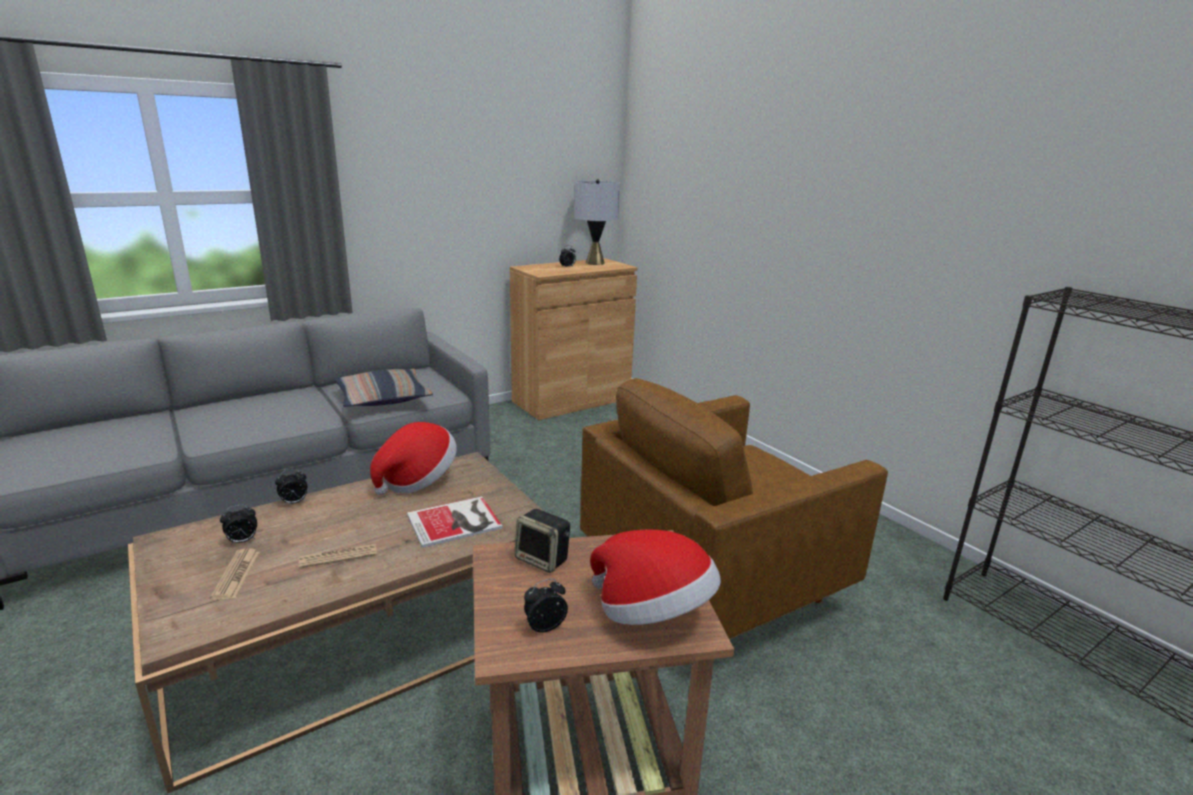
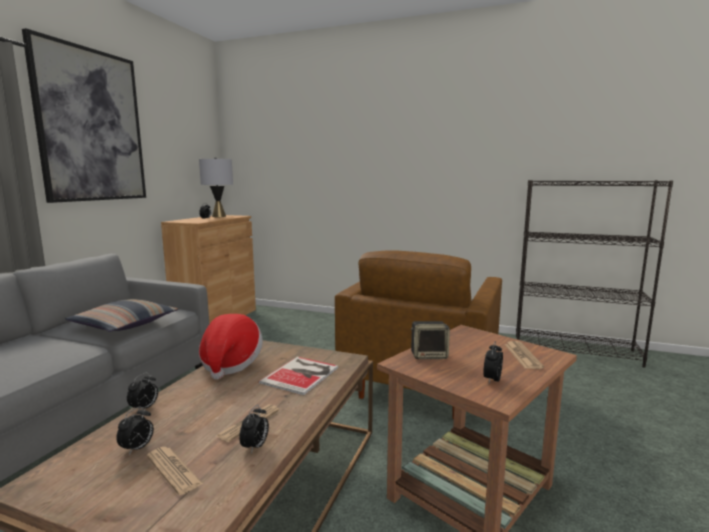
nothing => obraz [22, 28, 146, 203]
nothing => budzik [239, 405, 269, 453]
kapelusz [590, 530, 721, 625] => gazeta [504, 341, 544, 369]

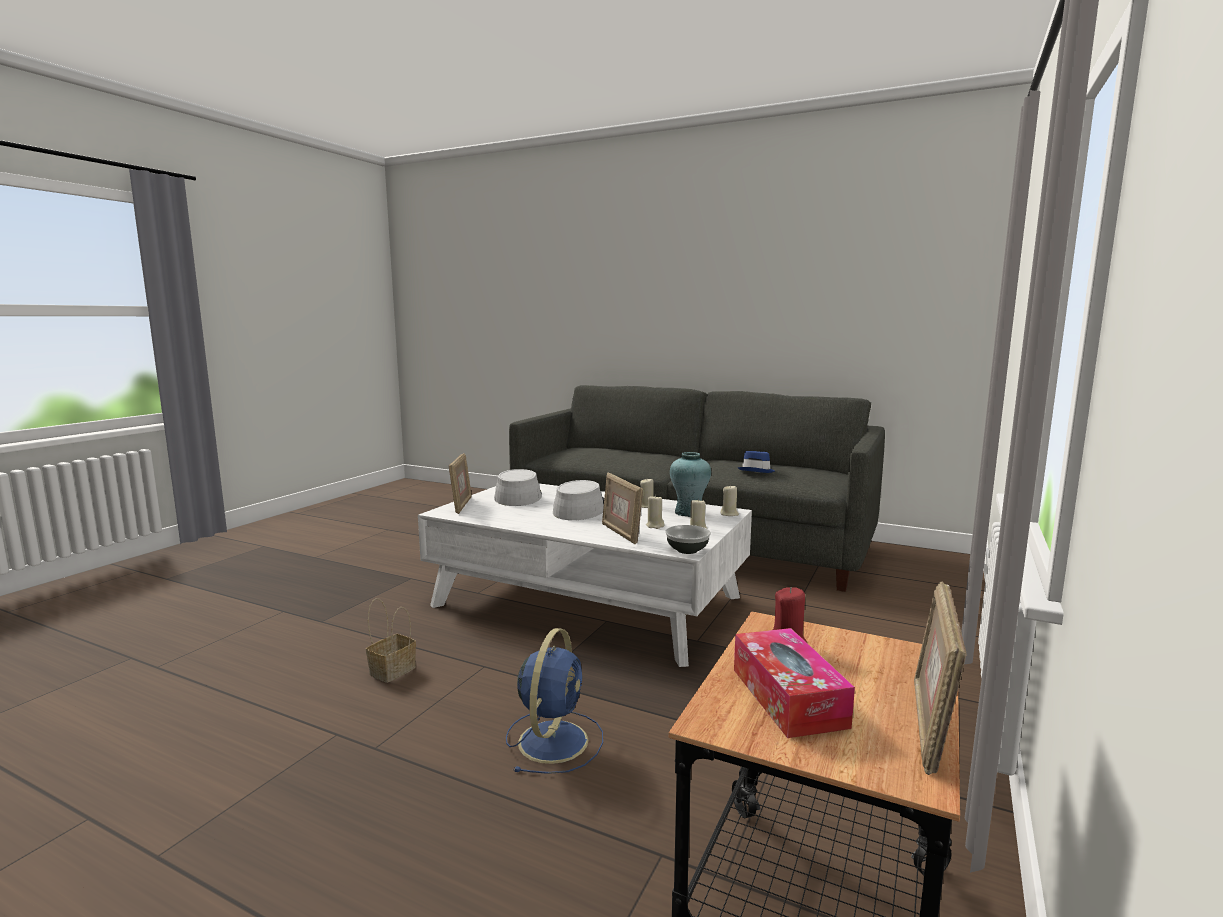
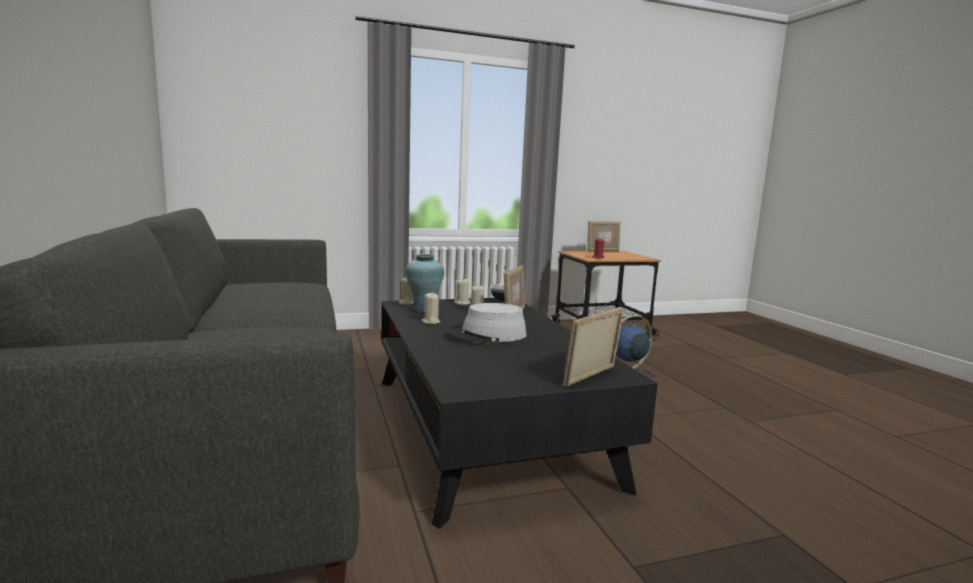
ława [biały] [418, 483, 752, 667] => ława [czarny] [381, 298, 658, 529]
koszyk [366, 598, 416, 683] => nothing
kapelusz [szary] [494, 469, 542, 506] => nothing
pudełko chusteczek [734, 628, 855, 738] => nothing
kapelusz [niebieski] [738, 451, 775, 473] => nothing

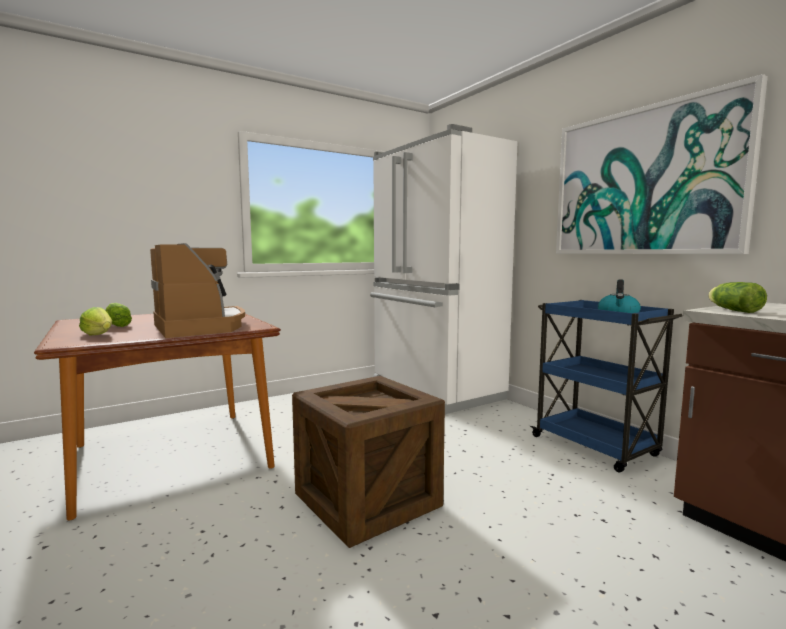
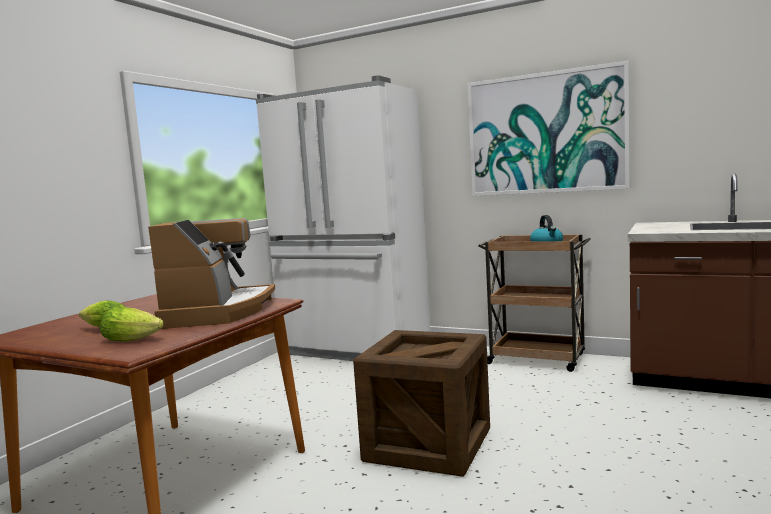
ekspres do kawy [150, 243, 245, 338] => ekspres do kawy [148, 218, 275, 329], 60 degrees clockwise
wózek [niebieski] [530, 300, 683, 473] => wózek [brązowy] [478, 234, 591, 372]
sałata [708, 282, 767, 313] => nothing

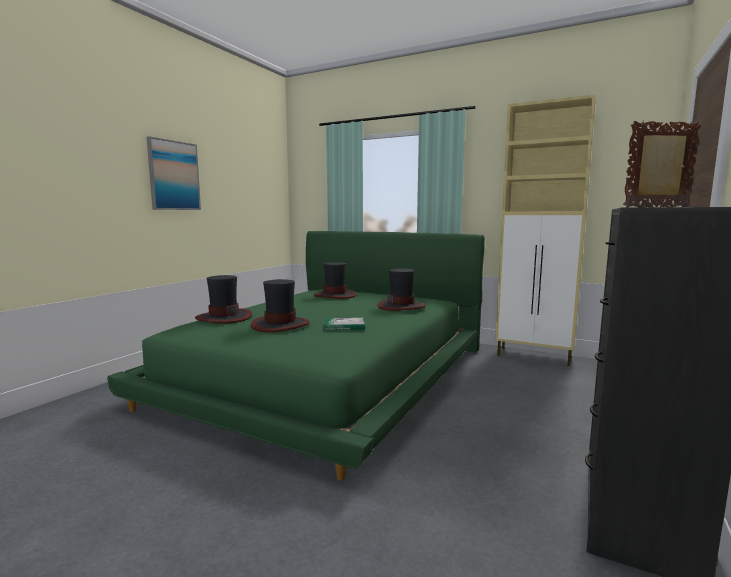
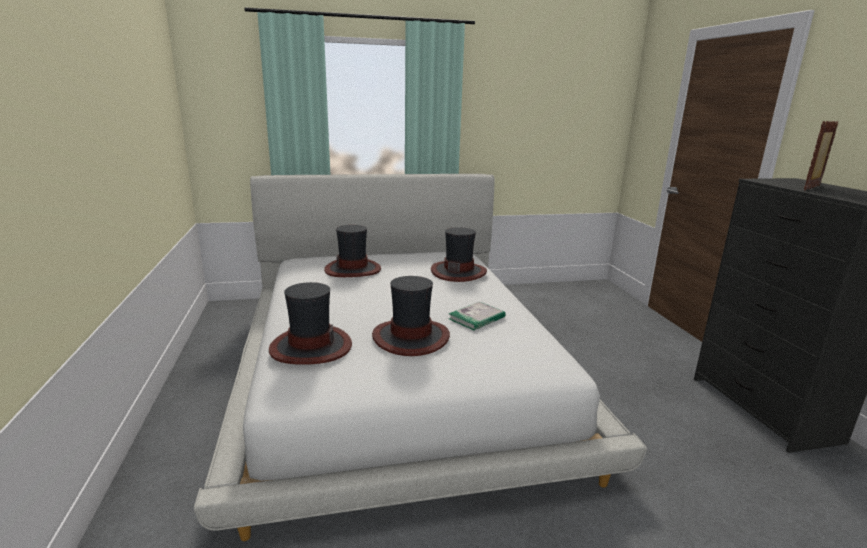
łóżko [zielony] [107, 231, 485, 481] => łóżko [biały] [194, 174, 647, 541]
obraz [147, 136, 201, 210] => nothing
szafka [beżowy] [495, 94, 596, 366] => nothing

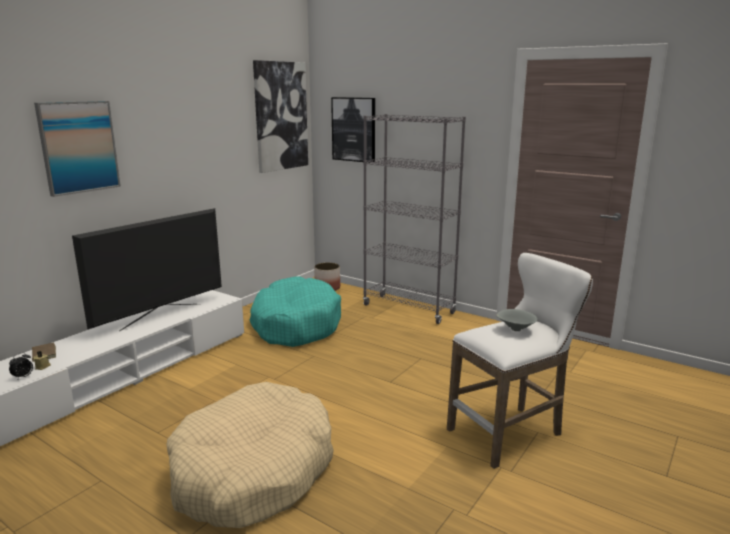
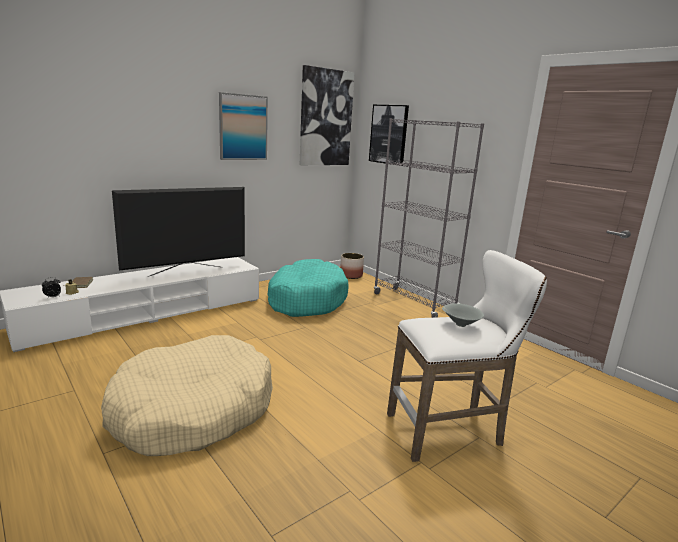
obraz [34, 101, 121, 197] => obraz [219, 92, 268, 160], shifted

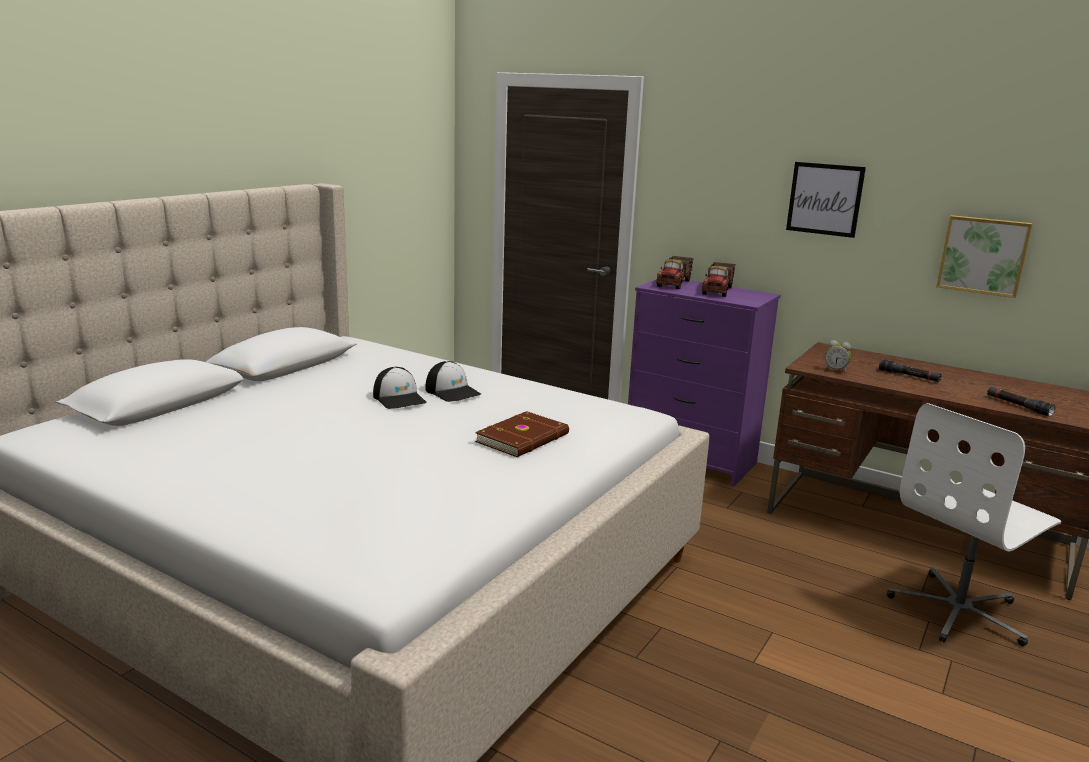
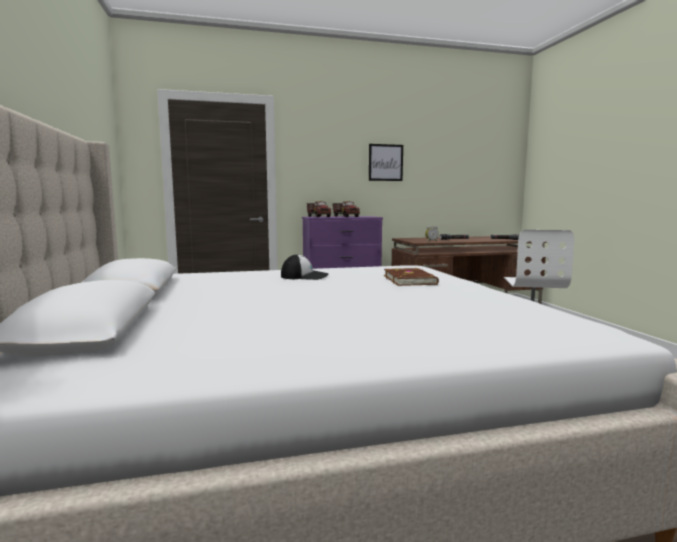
czapka z daszkiem [373, 367, 426, 409] => nothing
obraz [936, 215, 1033, 298] => nothing

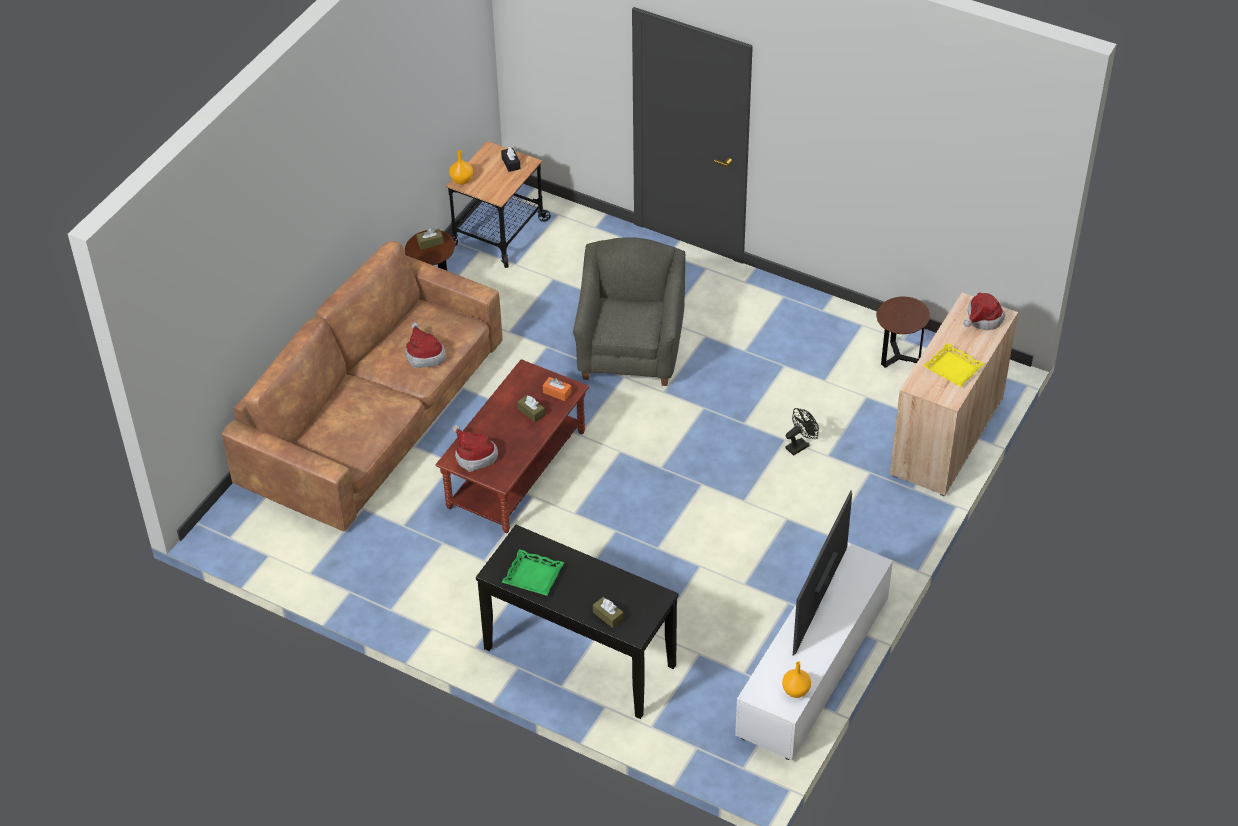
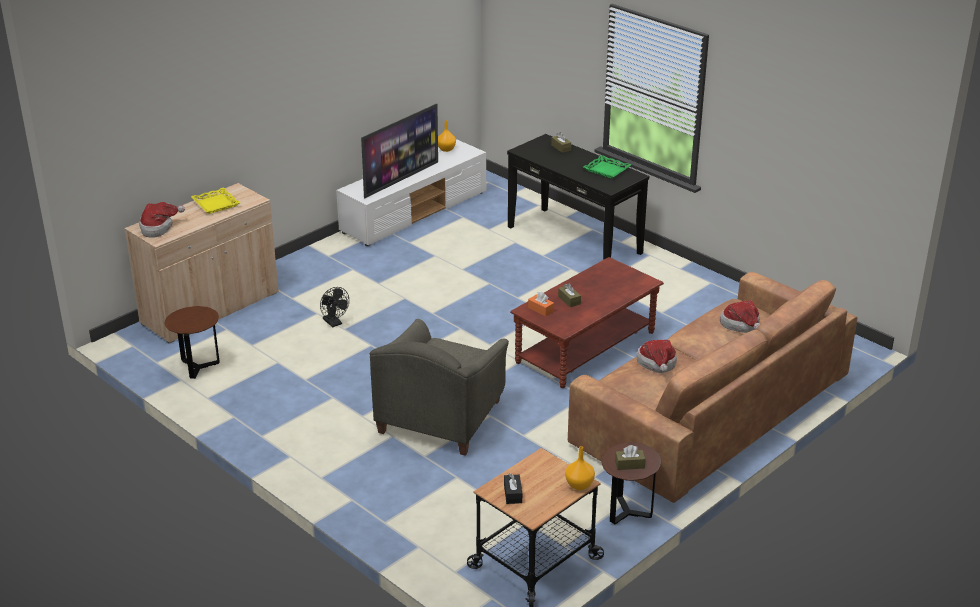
wentylator [czarny] [785, 408, 819, 456] => wentylator [czarny] [320, 287, 349, 327], 105 degrees counterclockwise
kapelusz [452, 425, 498, 472] => kapelusz [720, 300, 760, 333], shifted

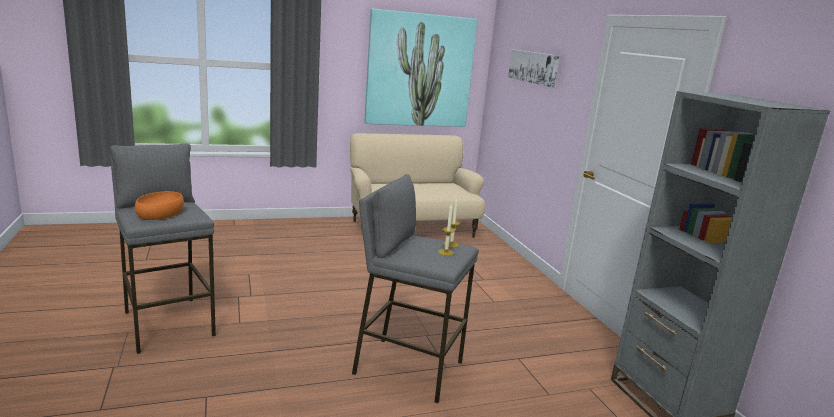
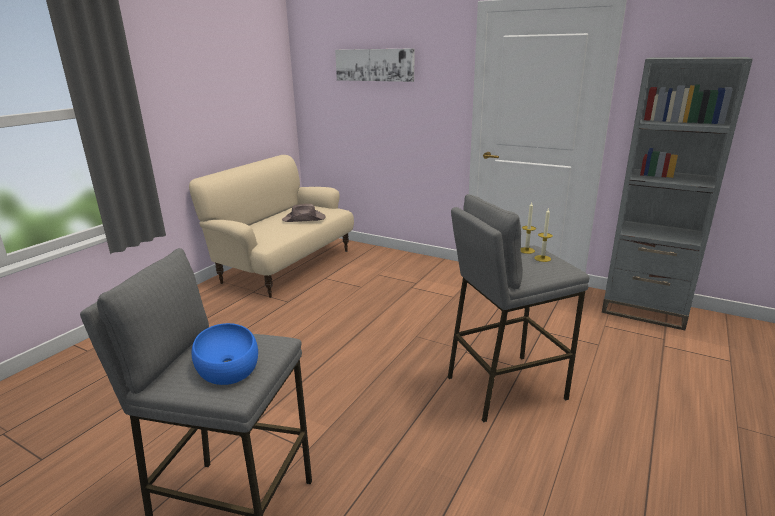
miska [pomarańczowy] [135, 191, 184, 220] => miska [niebieski] [192, 323, 258, 385]
nothing => kapelusz [brązowy] [282, 204, 326, 222]
obraz [364, 9, 478, 127] => nothing

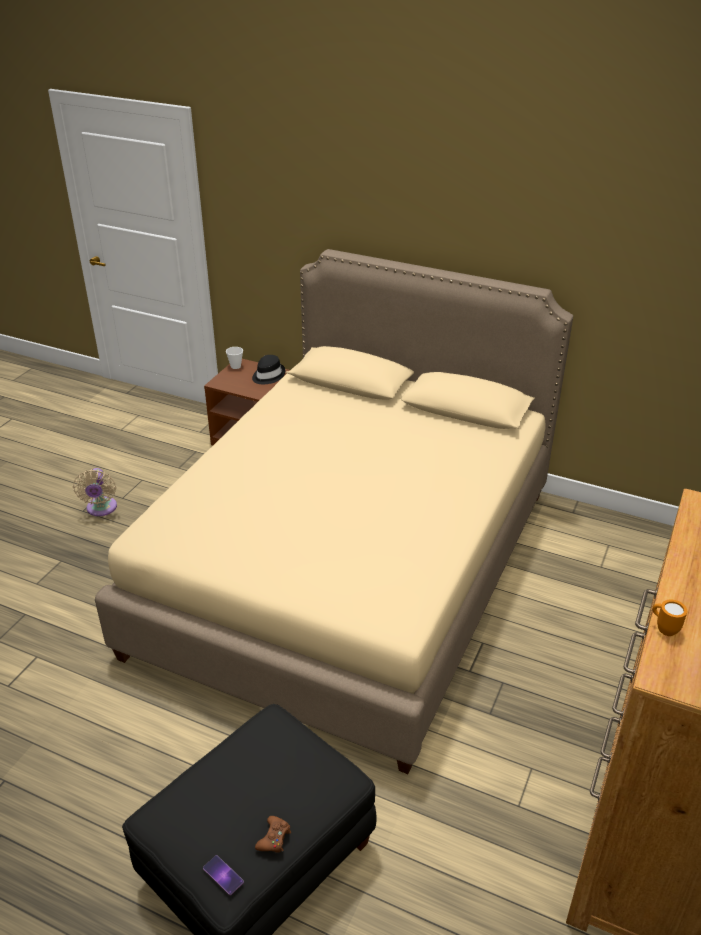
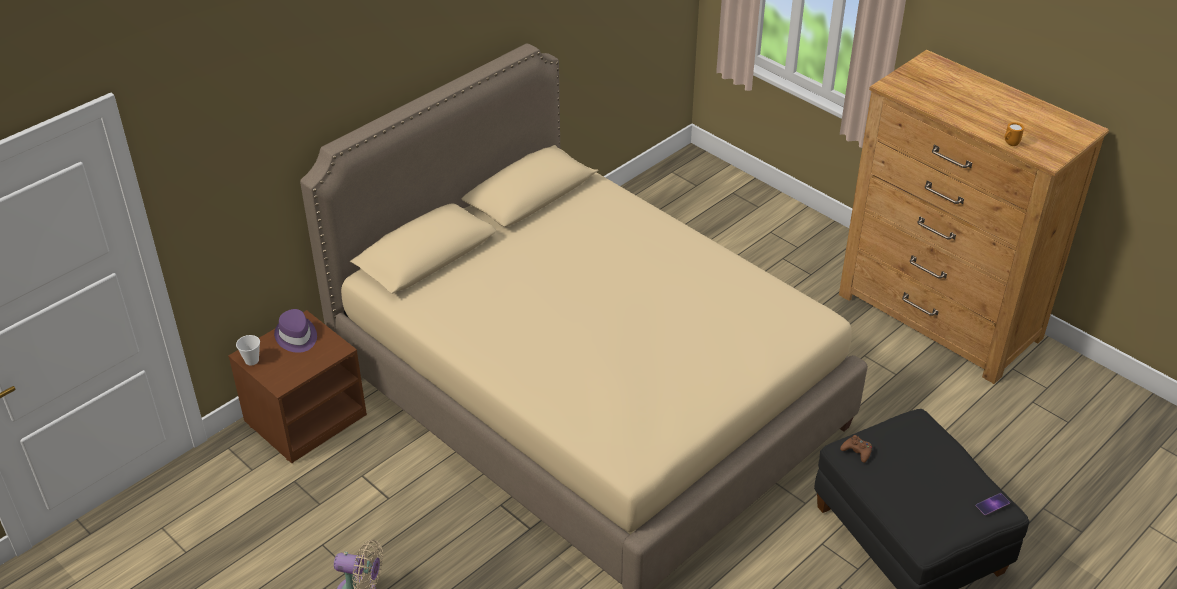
kapelusz [czarny] [252, 355, 285, 384] => kapelusz [fioletowy] [274, 309, 317, 353]
pad do gier [brązowy] [255, 816, 291, 853] => pad do gier [brązowy] [840, 435, 872, 463], shifted

